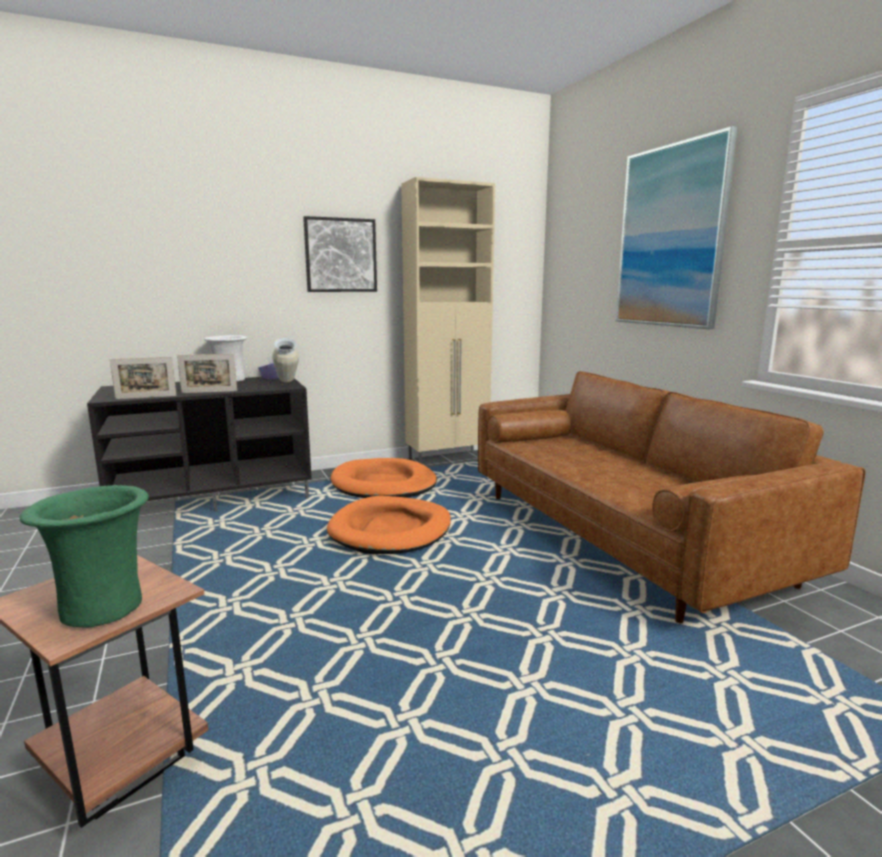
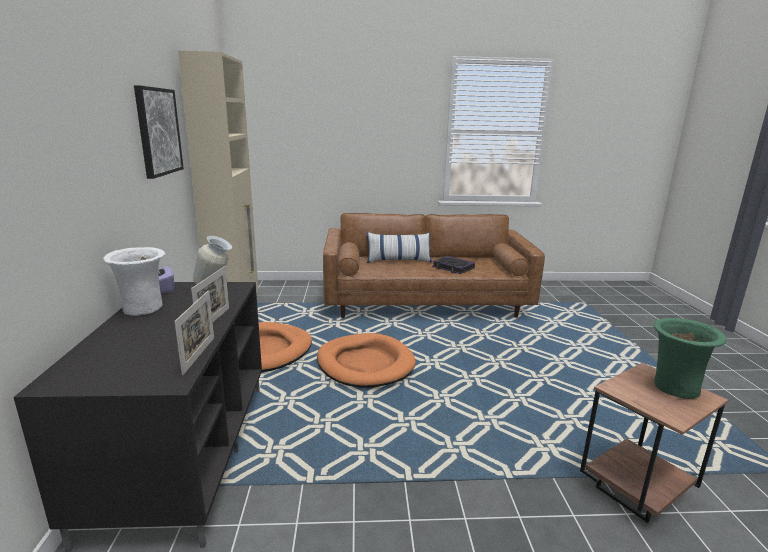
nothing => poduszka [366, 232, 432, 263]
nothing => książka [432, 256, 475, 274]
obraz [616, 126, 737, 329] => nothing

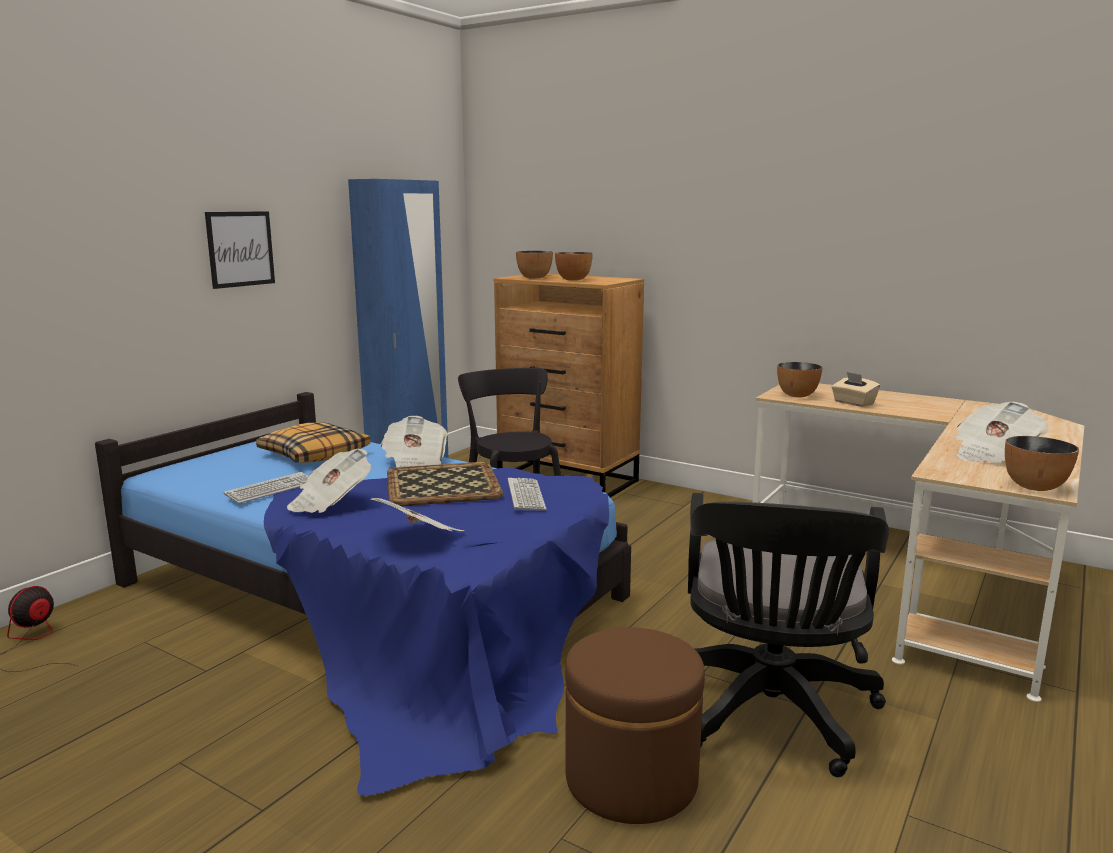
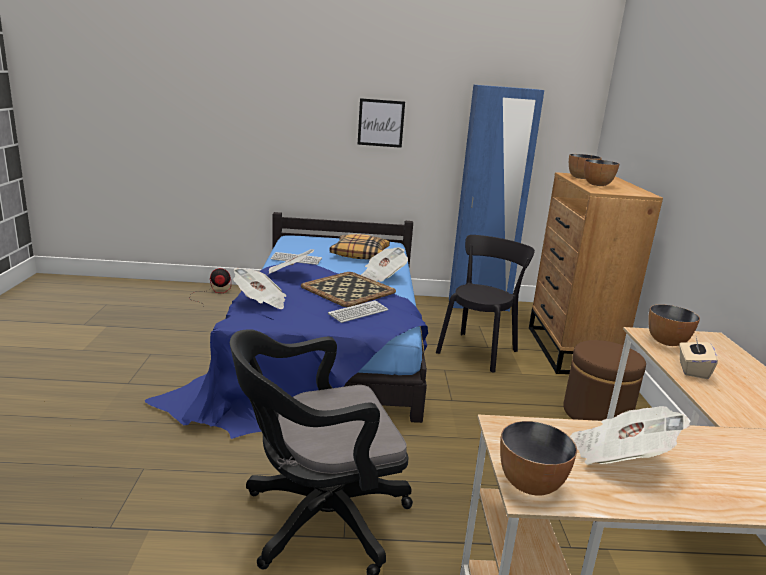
pufa [brązowy] [565, 627, 705, 824] => pufa [brązowy] [563, 340, 646, 421], shifted

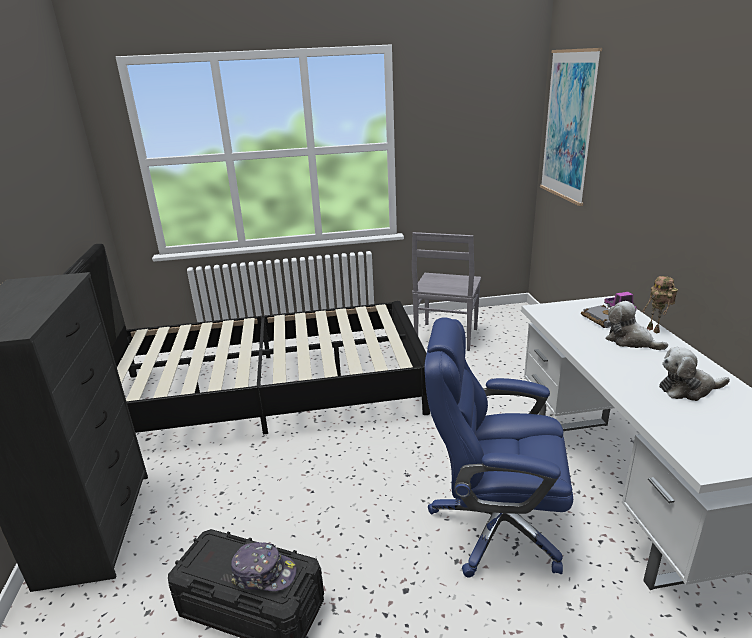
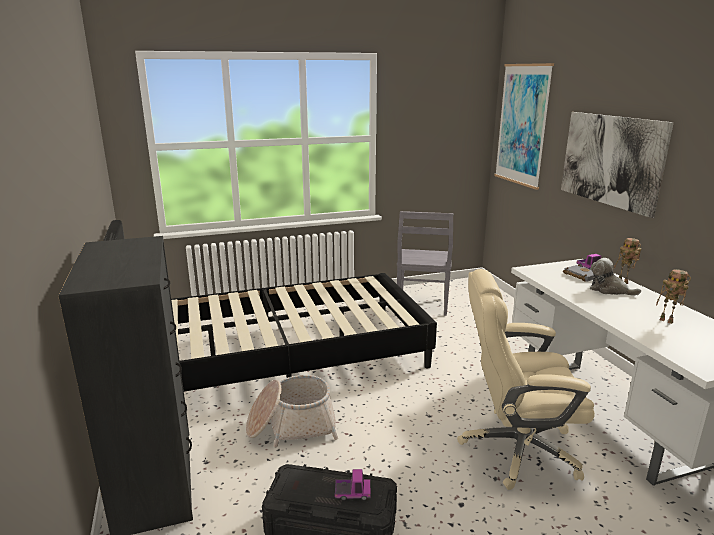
nothing => koszyk [246, 375, 338, 447]
czapka z daszkiem [231, 542, 297, 591] => ciężarówka zabawkowa [335, 469, 371, 500]
krzesło biurowe [niebieski] [424, 318, 573, 578] => krzesło biurowe [beżowy] [457, 269, 595, 490]
nothing => obraz [561, 112, 674, 218]
pluszak [659, 347, 730, 401] => robot zabawkowy [656, 269, 691, 324]

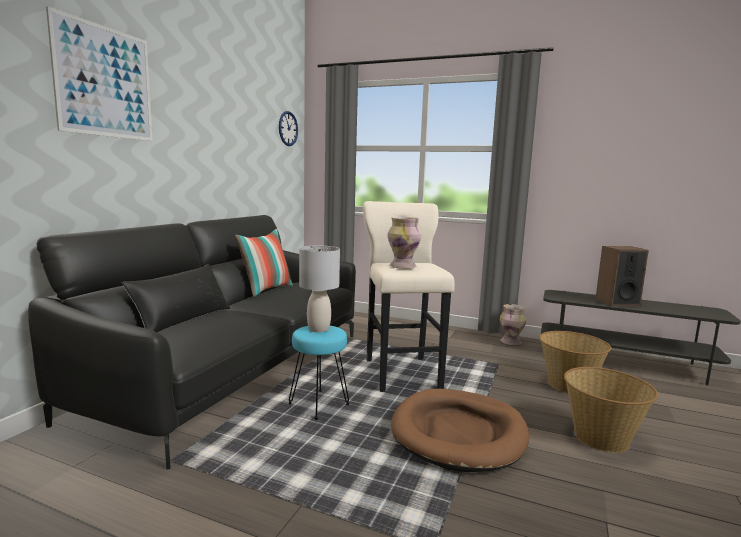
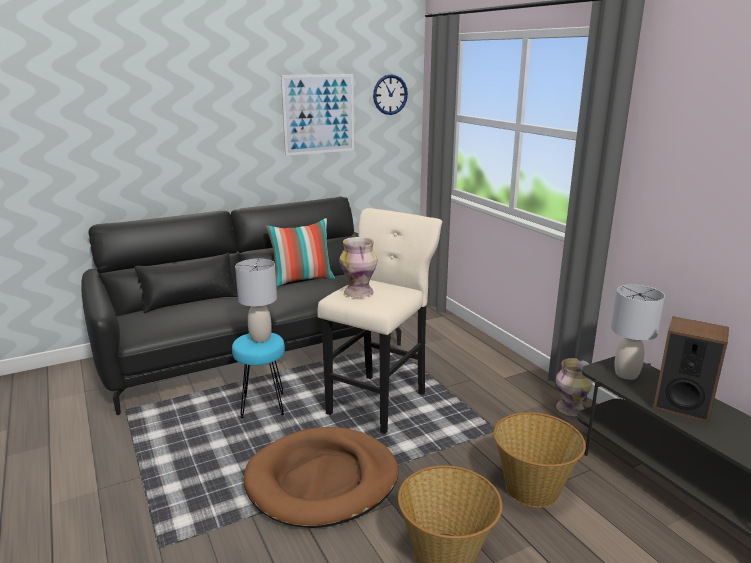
obraz [46, 6, 153, 141] => obraz [281, 74, 354, 156], shifted
nothing => lampa stołowa [szary] [611, 285, 665, 380]

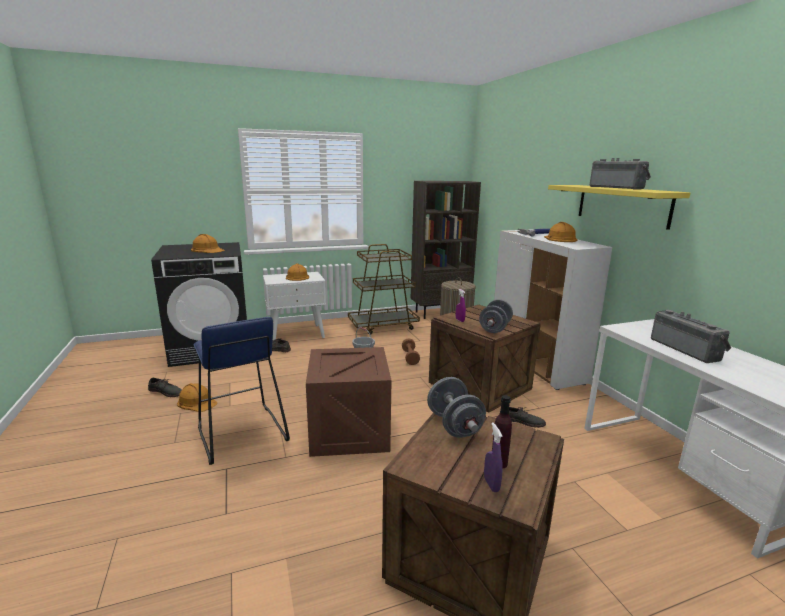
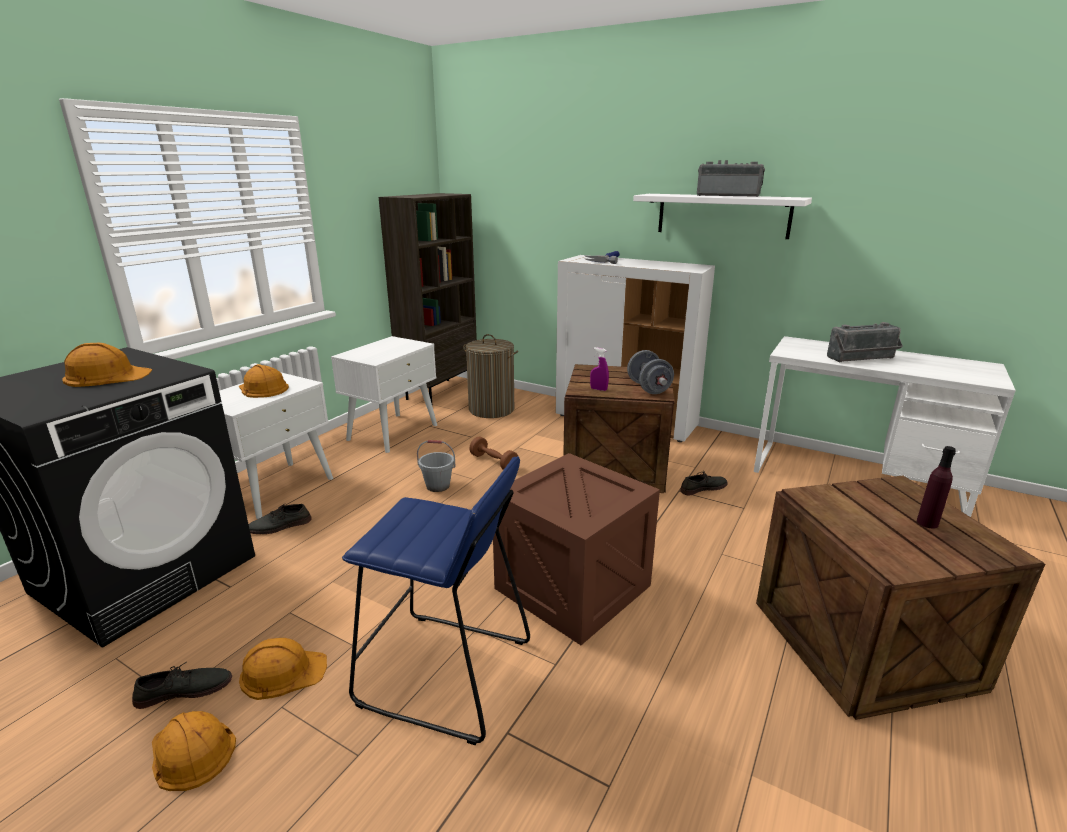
kask [pomarańczowy] [544, 222, 577, 242] => kask [pomarańczowy] [152, 711, 236, 791], shifted
wózek [brązowy] [348, 244, 420, 335] => szafka nocna [biały] [331, 336, 437, 453]
półka [żółty] [548, 185, 690, 230] => półka [biały] [633, 194, 812, 239]
radio [651, 310, 731, 363] => radio [827, 322, 903, 362], 135 degrees clockwise
hantel [szary] [427, 377, 486, 438] => nothing
spryskiwacz [fioletowy] [484, 422, 503, 492] => nothing

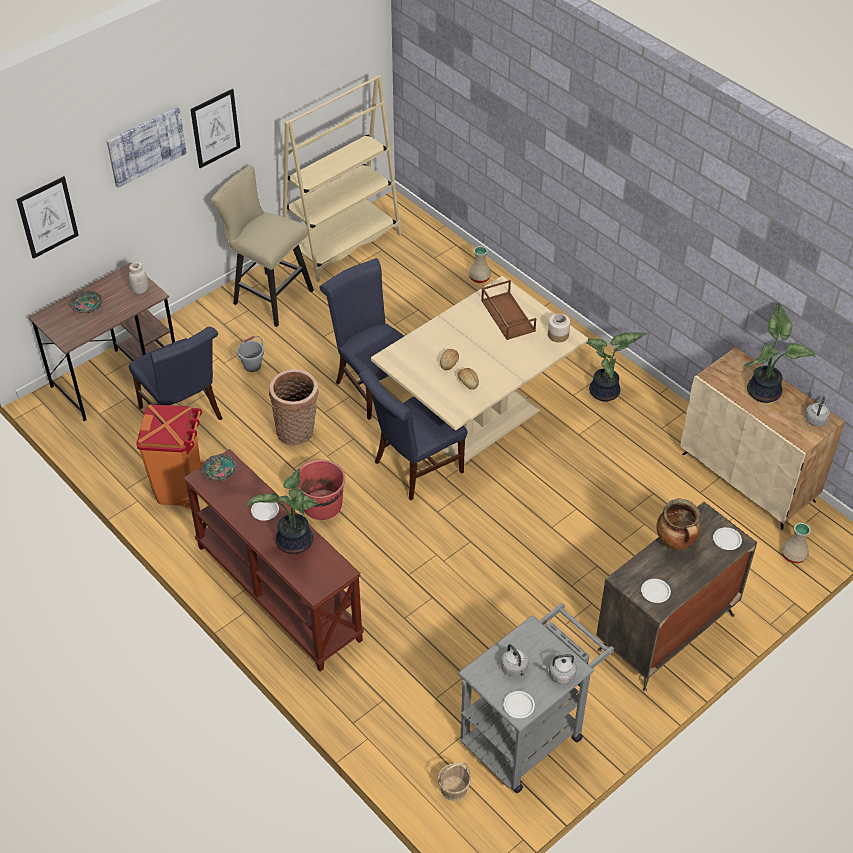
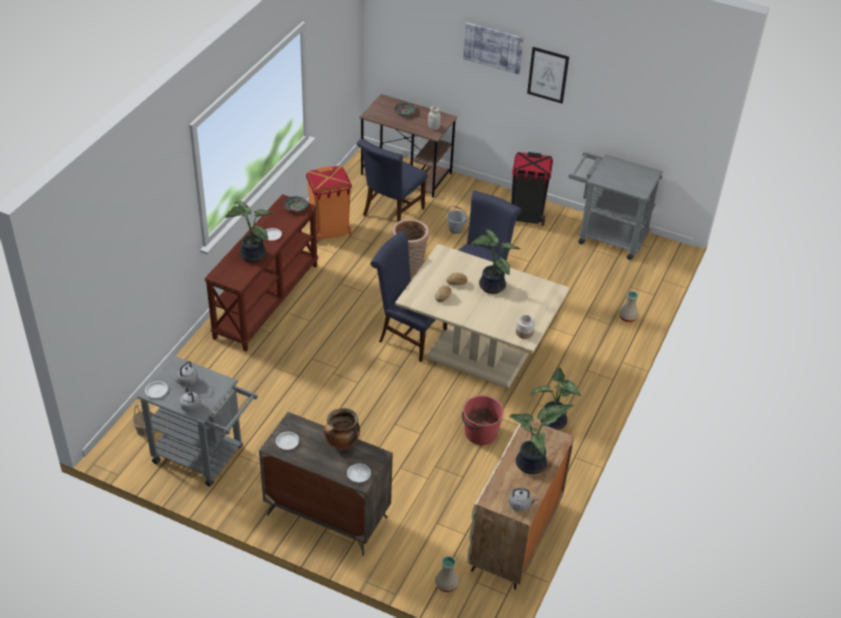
wiadro [czerwony] [298, 460, 345, 520] => wiadro [czerwony] [462, 395, 504, 445], shifted
nothing => roślina doniczkowa [470, 230, 521, 294]
stołek [beżowy] [211, 165, 314, 327] => kosz na śmieci [czarny] [511, 152, 553, 226]
regał [beżowy] [282, 75, 401, 282] => wózek [szary] [568, 152, 663, 260]
obraz [17, 176, 79, 259] => nothing
taca [brązowy] [481, 280, 536, 340] => nothing

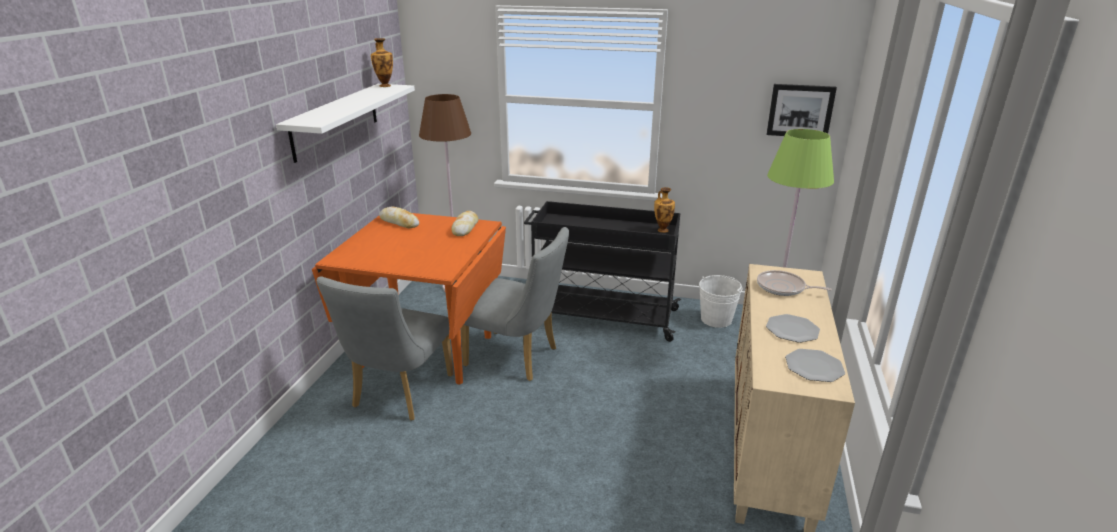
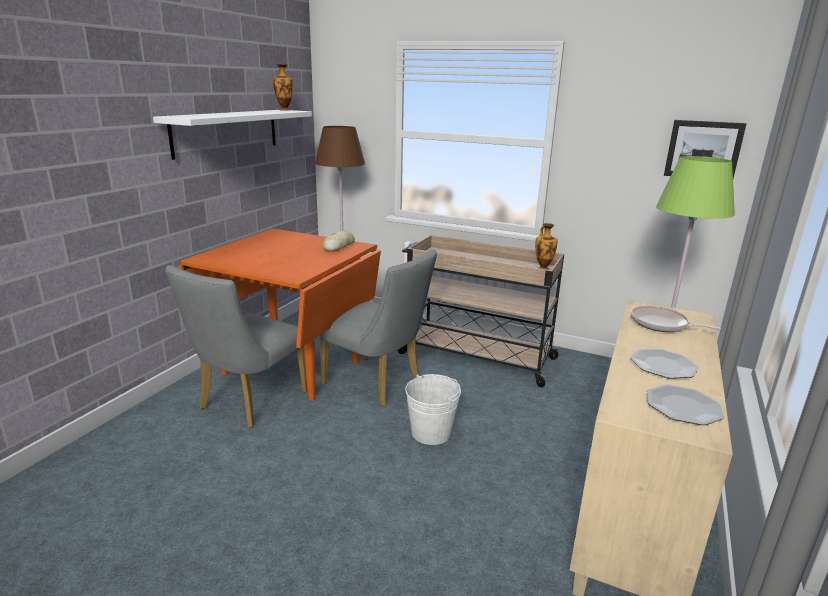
wózek [czarny] [524, 201, 681, 342] => wózek [beżowy] [398, 235, 564, 387]
wiadro [biały] [699, 275, 742, 328] => wiadro [biały] [405, 374, 461, 445], shifted
chleb [379, 207, 419, 228] => nothing

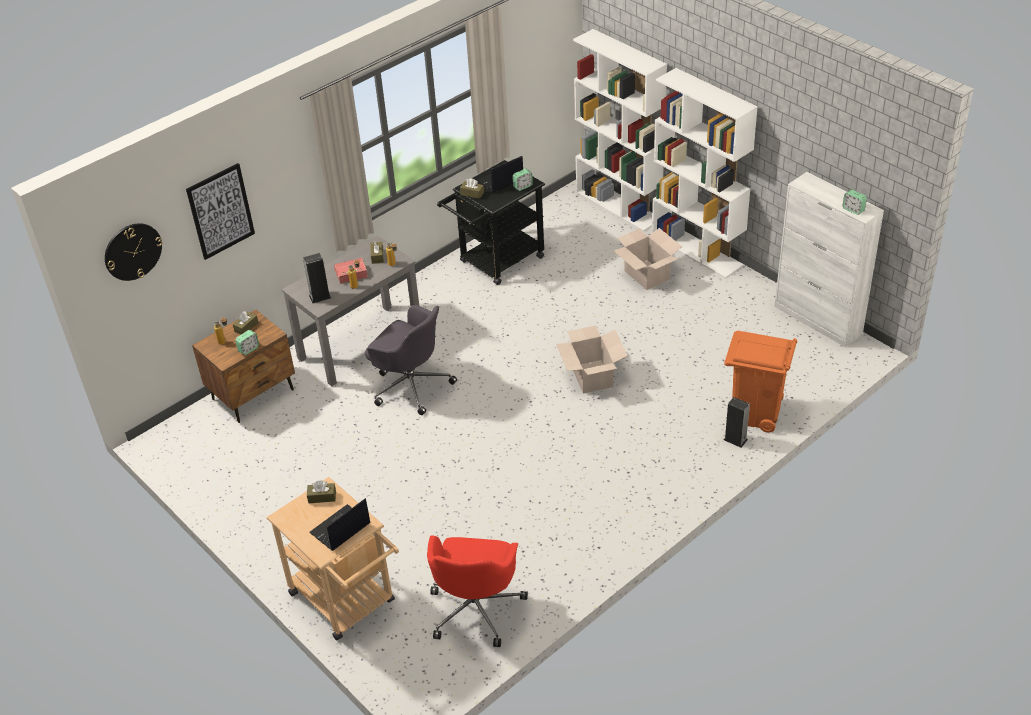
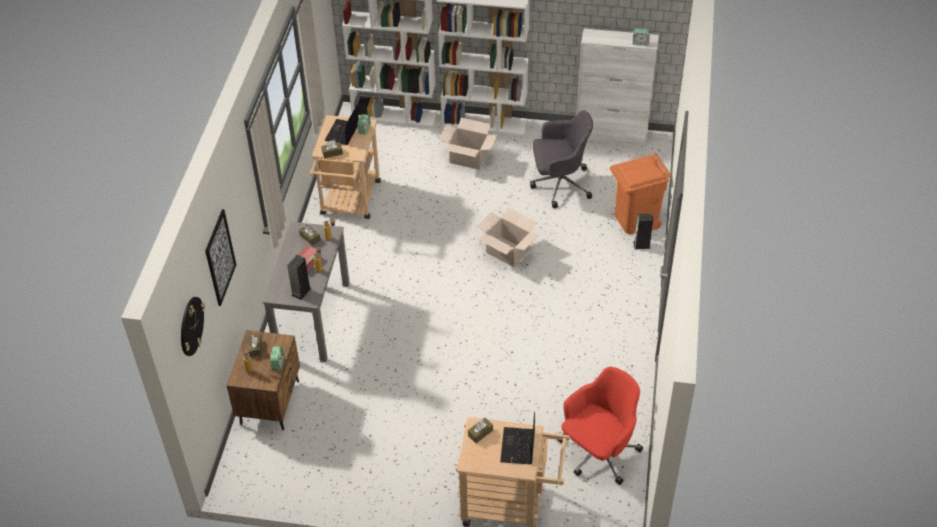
wózek [czarny] [437, 160, 545, 285] => wózek [beżowy] [310, 115, 381, 219]
krzesło biurowe [szary] [365, 305, 457, 415] => krzesło biurowe [szary] [530, 110, 593, 208], shifted
krzesło biurowe [czerwony] [427, 535, 528, 647] => krzesło biurowe [czerwony] [558, 367, 643, 485], 105 degrees counterclockwise

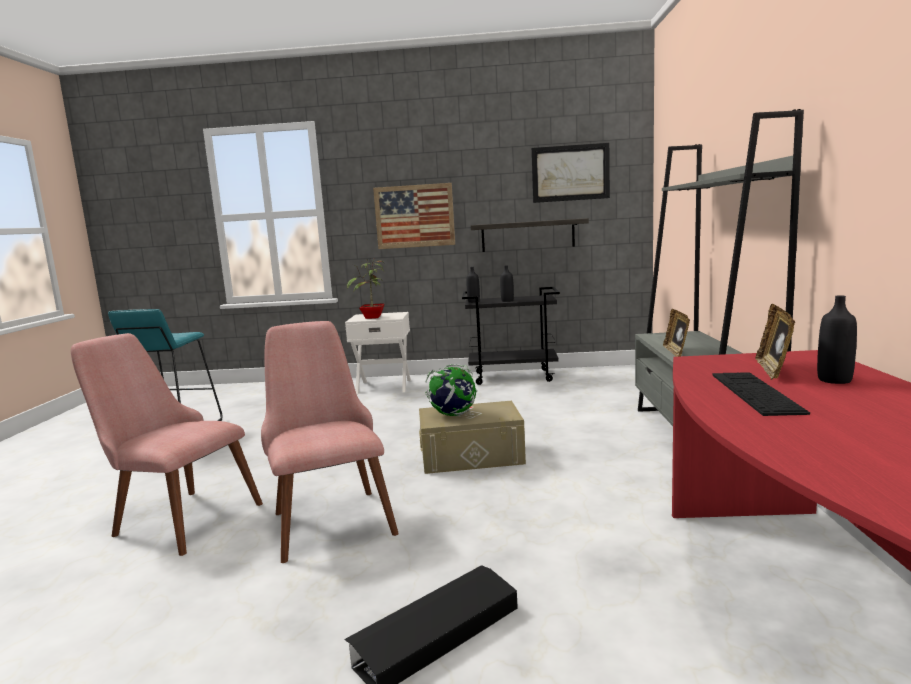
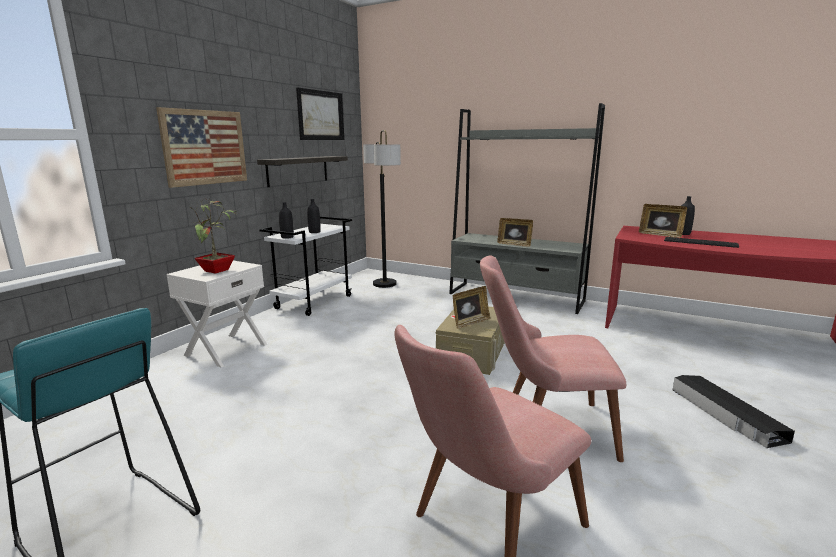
wózek [czarny] [462, 287, 560, 385] => wózek [biały] [259, 216, 352, 316]
nothing => lampa stojąca [363, 130, 401, 288]
globus [425, 364, 477, 416] => ramka na zdjęcie [453, 286, 491, 328]

